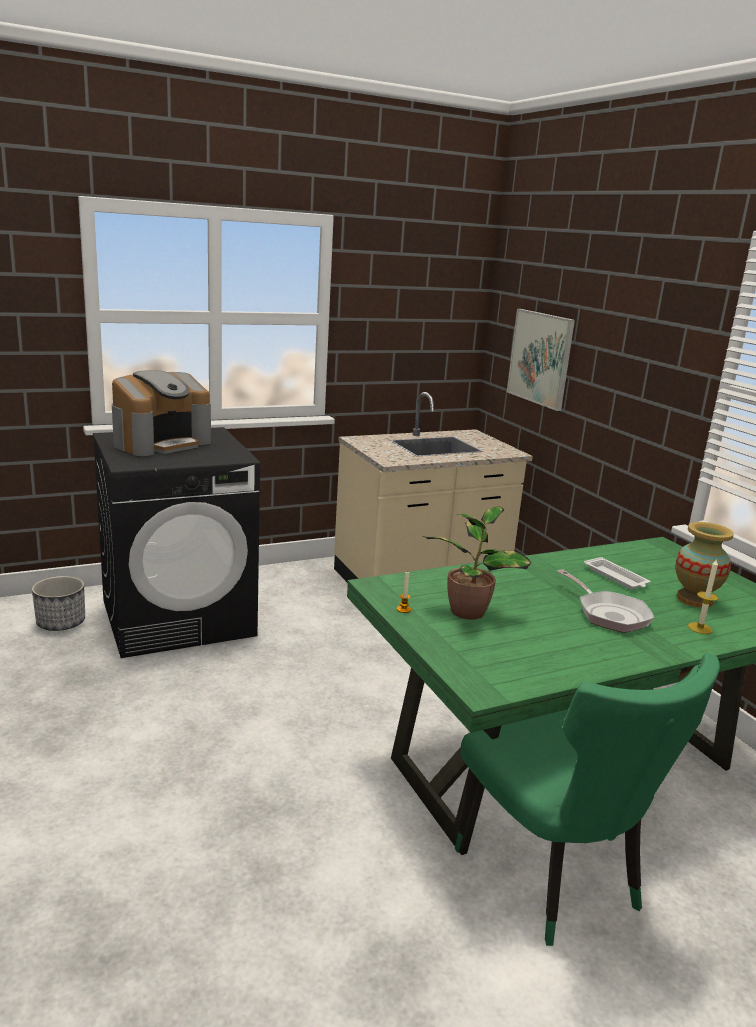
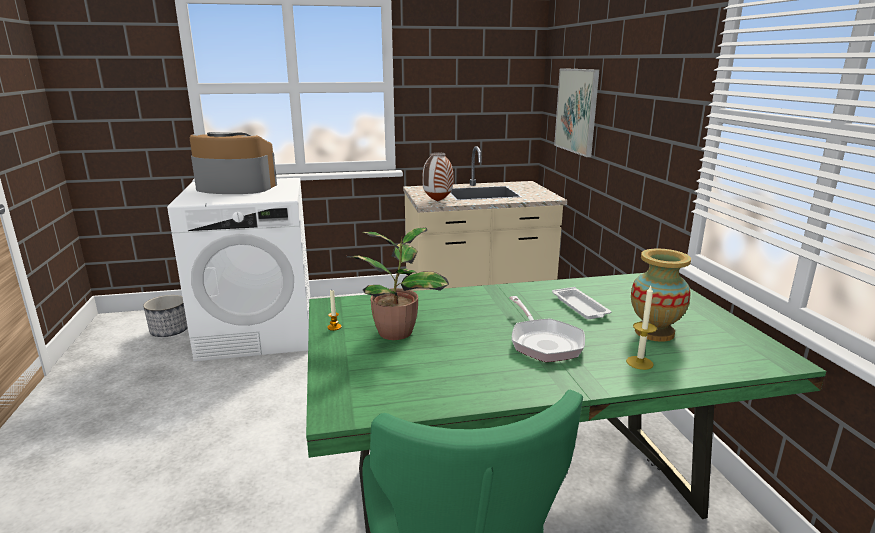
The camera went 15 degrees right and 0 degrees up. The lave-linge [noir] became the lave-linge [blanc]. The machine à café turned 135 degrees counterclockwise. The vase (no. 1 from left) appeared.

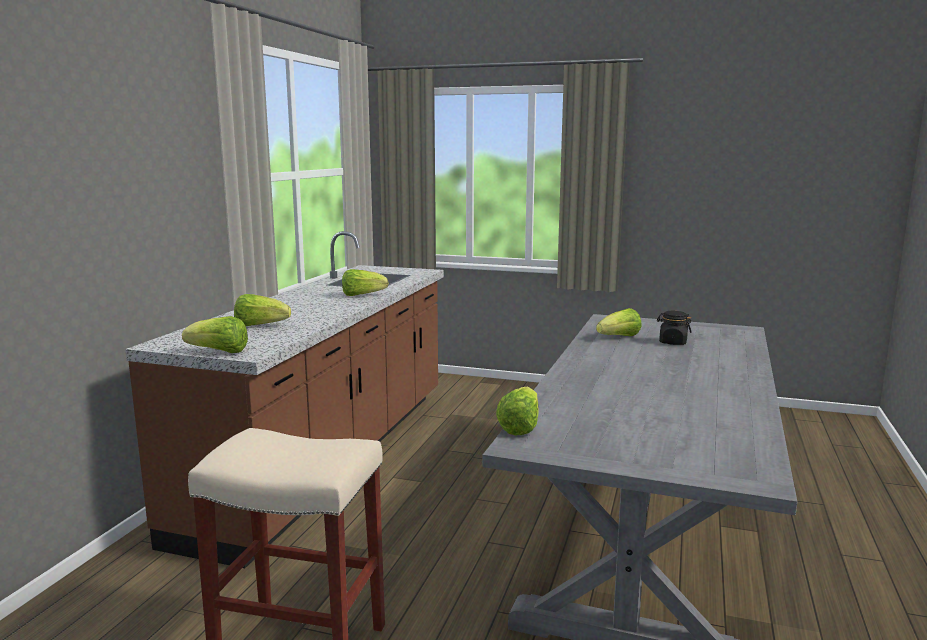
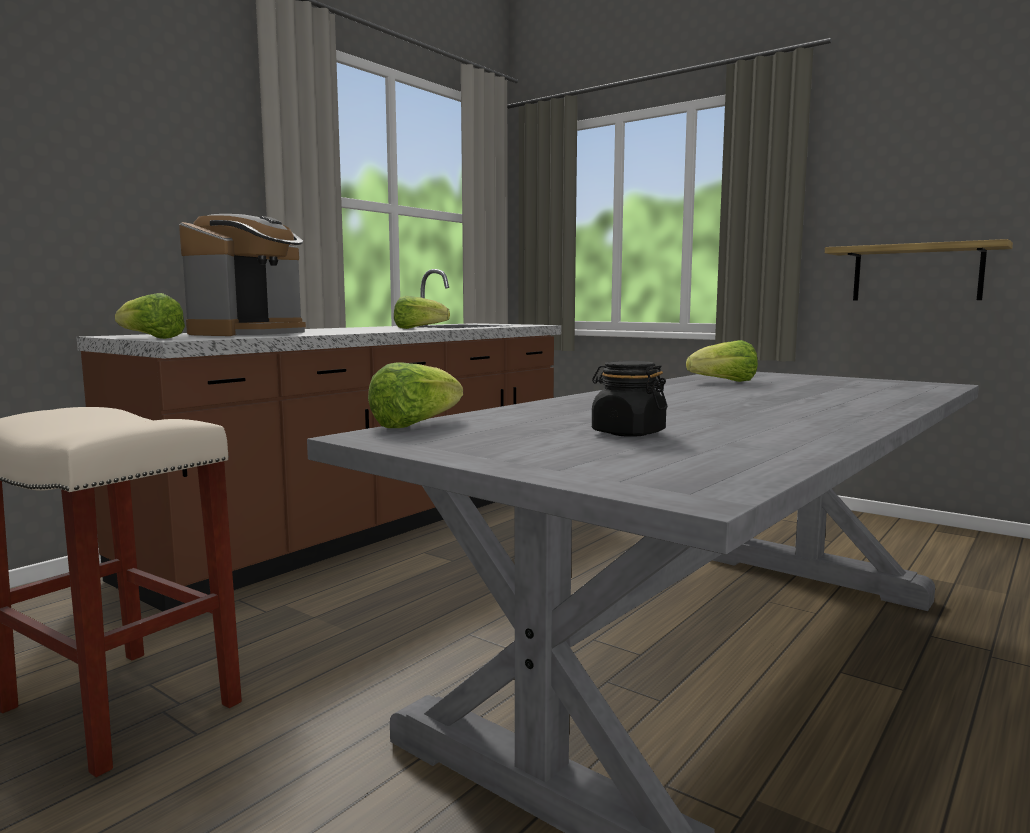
The camera went 20 degrees right and 5 degrees down. The laitue (no. 2 from left) was replaced by the machine à café. The bocal [noir] moved. The étagère appeared.

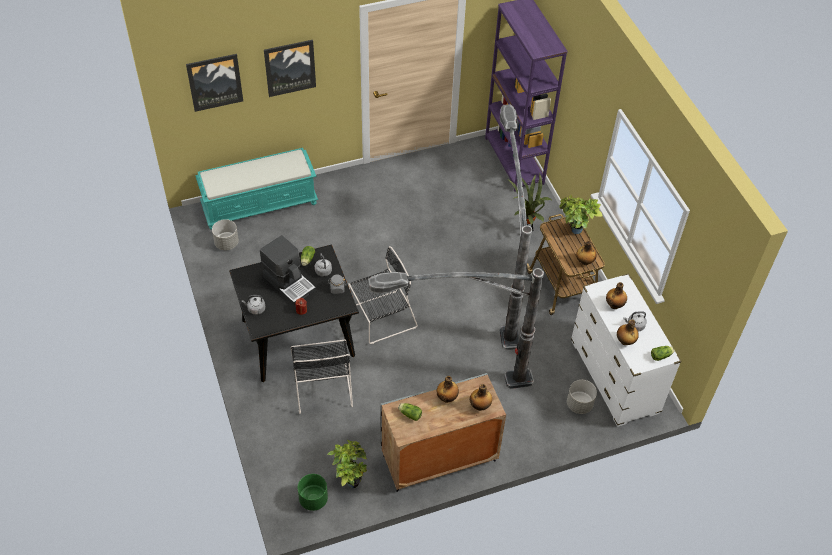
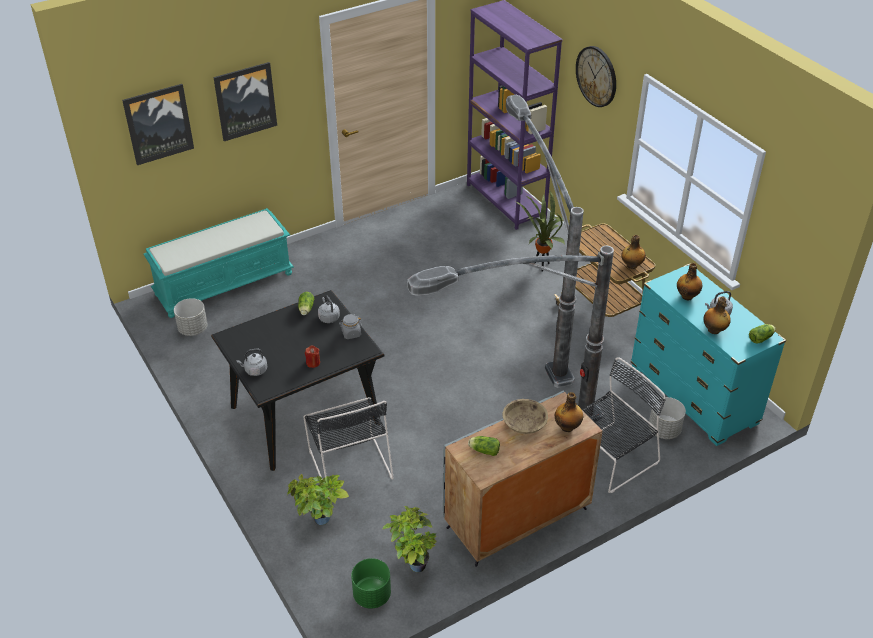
The camera went 10 degrees left and 10 degrees down. The plante en pot (no. 3 from left in the first image) moved. The bouteille (no. 1 from left) was replaced by the bol [beige]. The horloge murale appeared. The chaise [noir] (no. 2 from left) moved. The commode [blanc] became the commode [turquoise]. The machine à café disappeared.

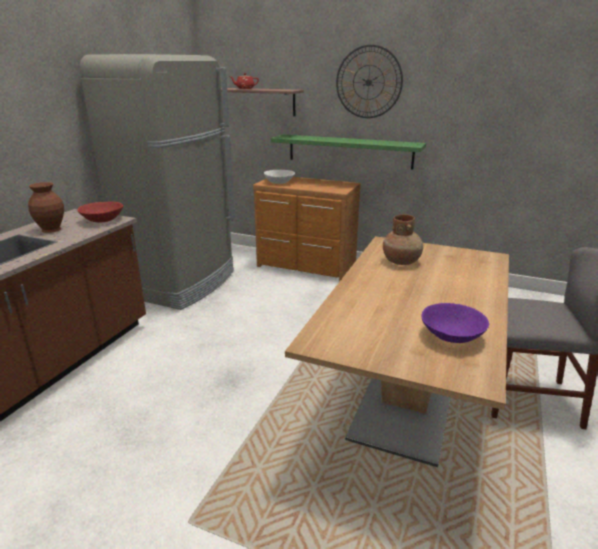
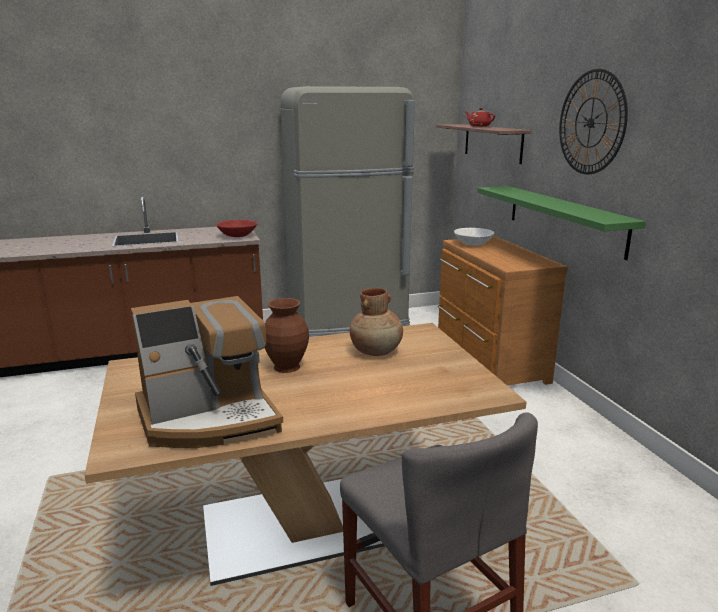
The camera went 50 degrees right and 5 degrees down. The bol [violet] was replaced by the machine à café. The vase [marron] (no. 1 from left) moved.

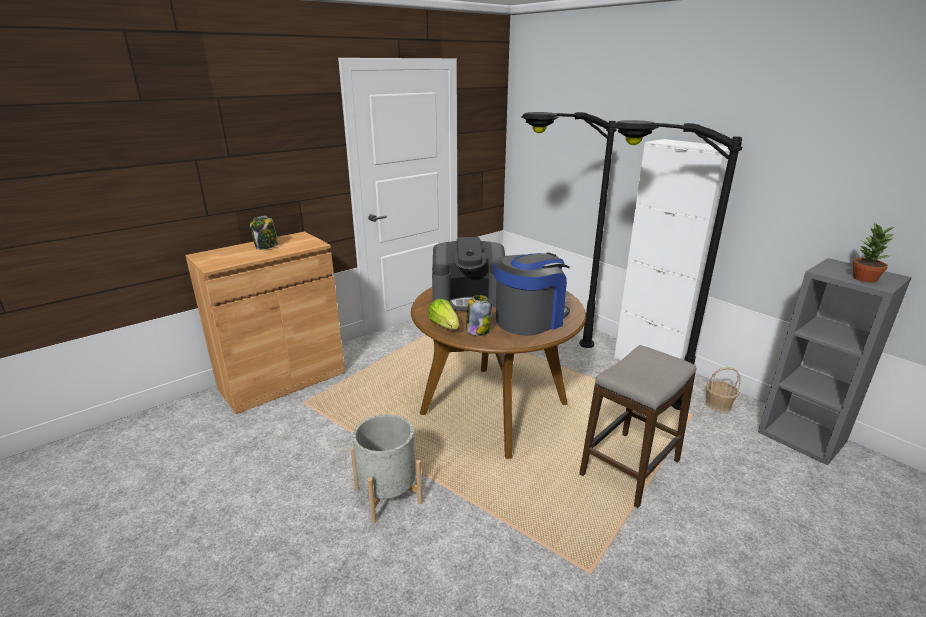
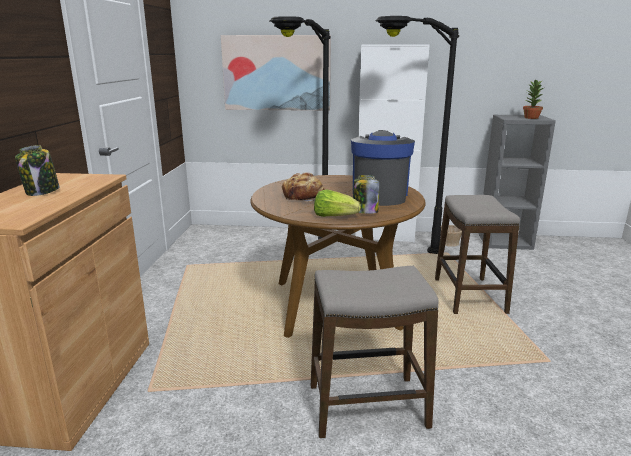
The camera went 45 degrees left and 5 degrees down. The tableau appeared. The machine à café (no. 1 from left) was replaced by the pain. The cache-pot [gris] was replaced by the tabouret (no. 1 from left).

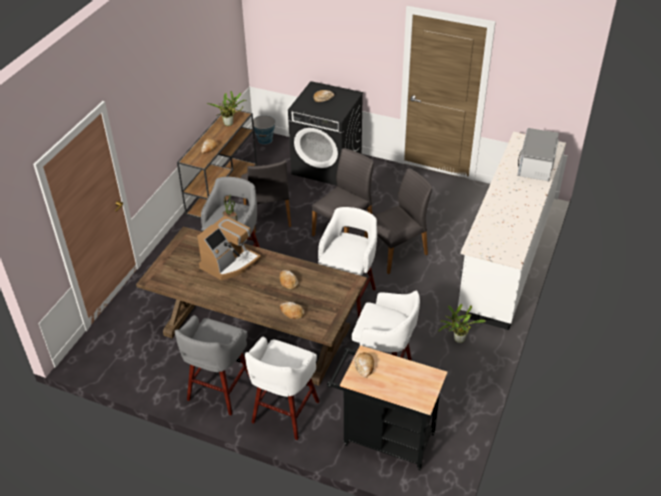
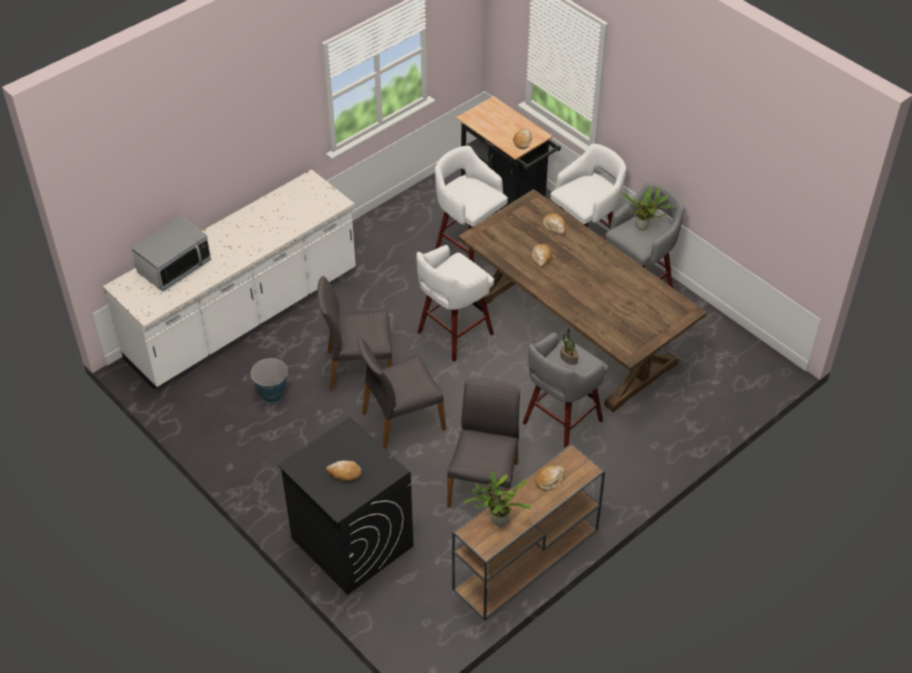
The camera went 155 degrees left and 5 degrees up. The seau moved. The plante en pot (no. 3 from left) moved. The machine à café disappeared.

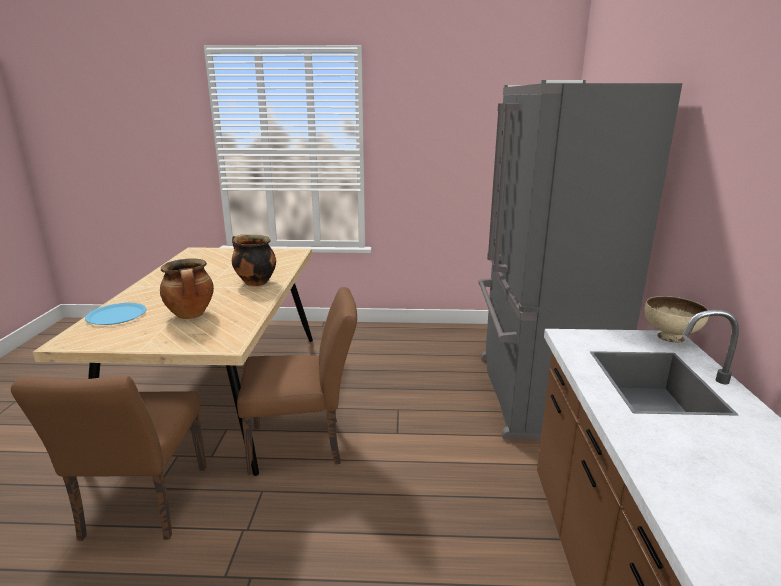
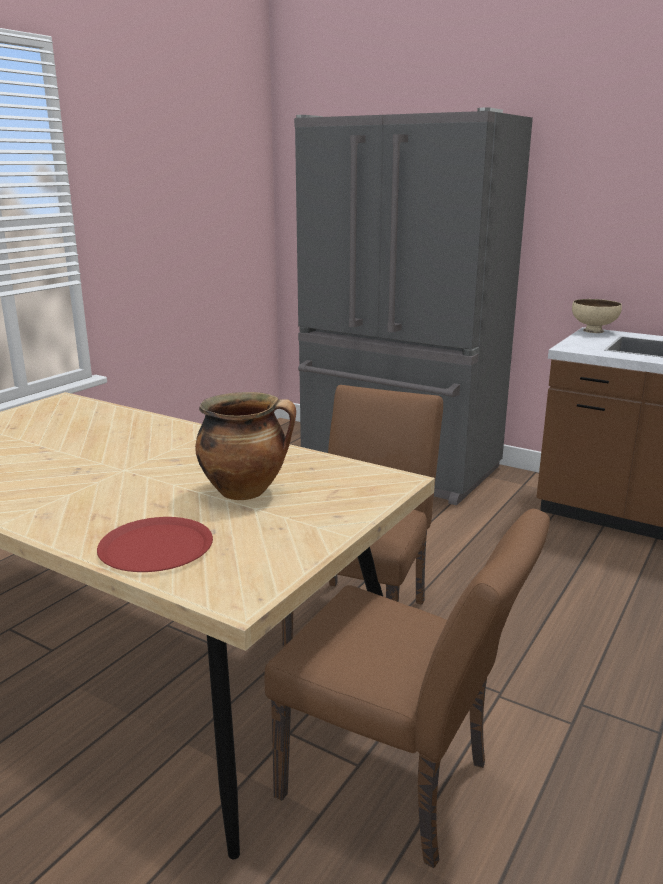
The camera went 60 degrees left and 0 degrees up. The assiette [bleu] became the assiette [rouge]. The marmite (no. 2 from left) disappeared.

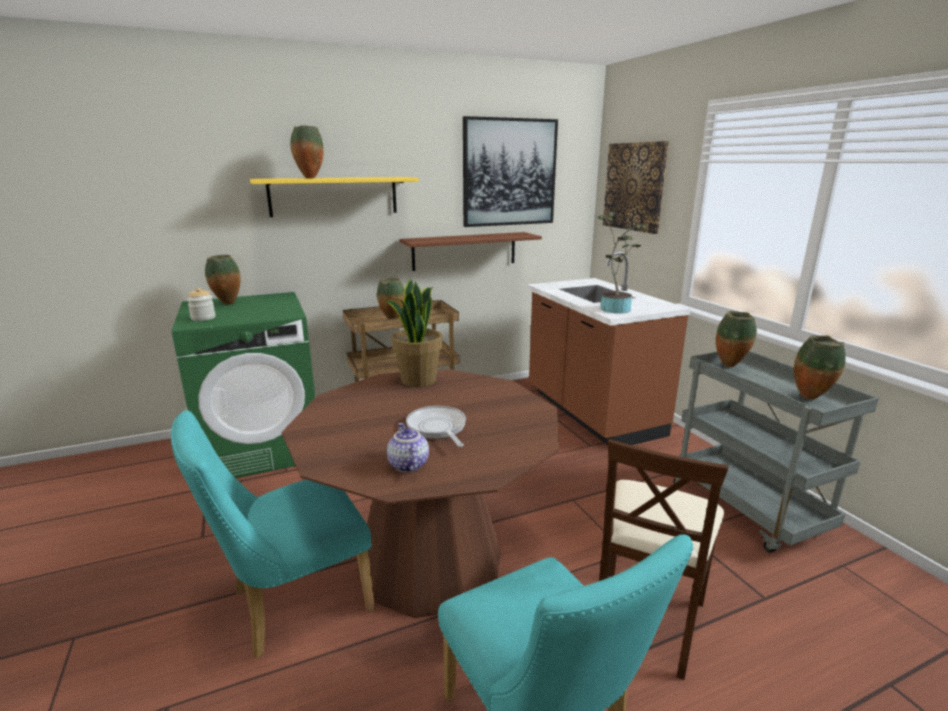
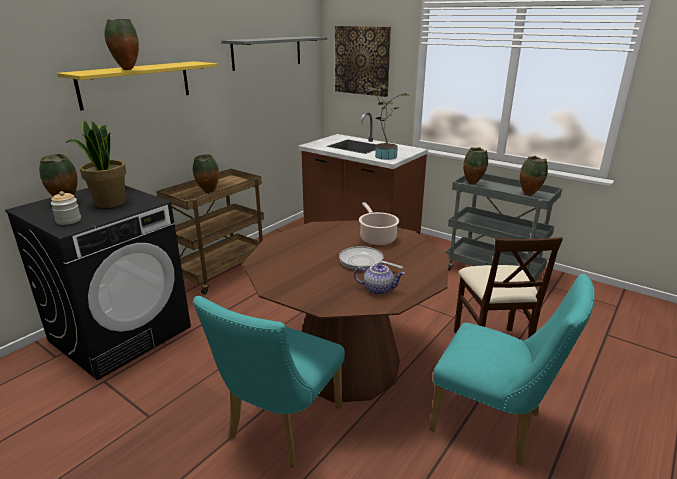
The camera went 30 degrees left and 5 degrees up. The lave-linge [vert] became the lave-linge [noir]. The plante en pot (no. 1 from left) moved. The tableau (no. 1 from left) was replaced by the étagère [gris]. The théière turned 150 degrees clockwise. The marmite appeared. The étagère [marron] disappeared.

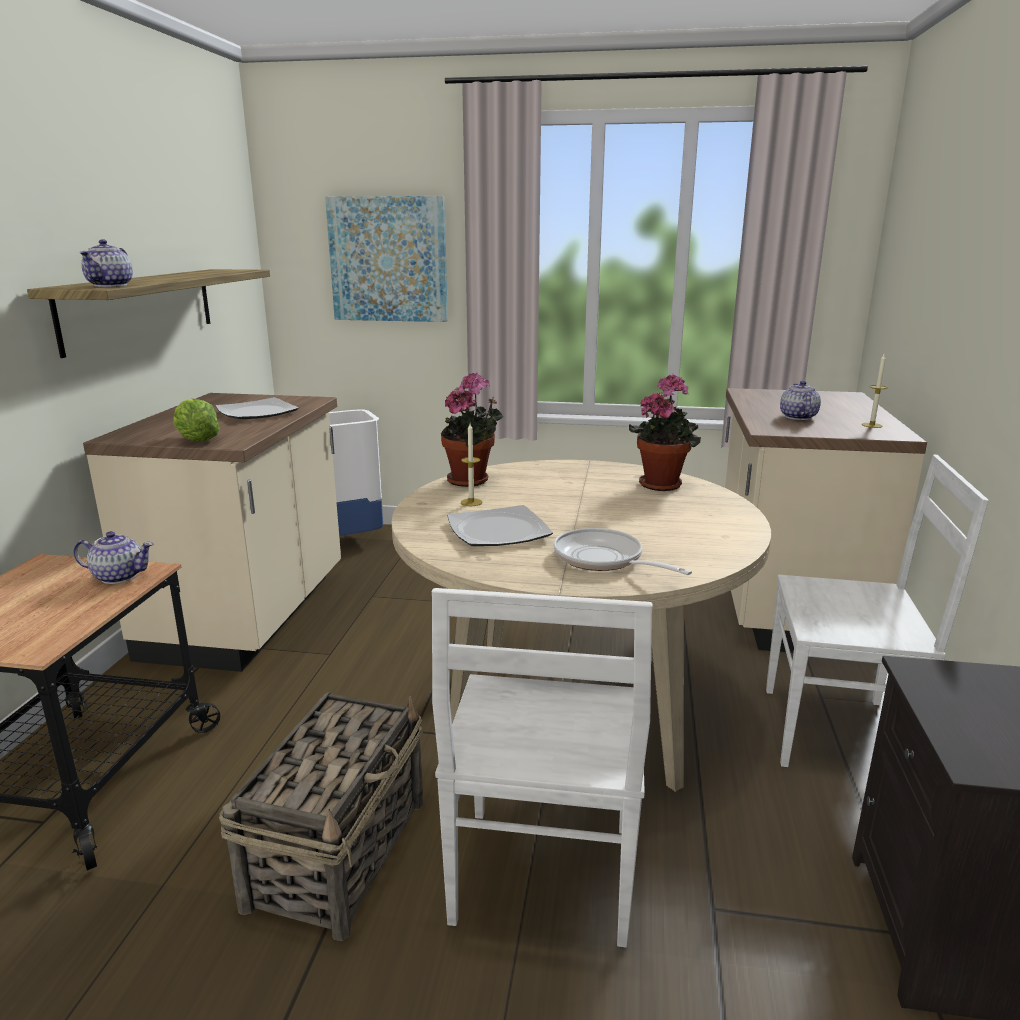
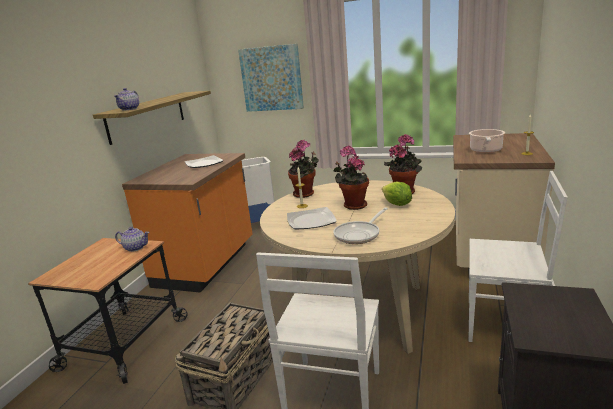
The camera went 10 degrees right and 0 degrees up. The comptoir de cuisine [beige] (no. 1 from left) became the comptoir de cuisine [orange]. The plante en pot (no. 2 from left) appeared. The poêle turned 105 degrees counterclockwise. The laitue moved. The théière (no. 3 from left) was replaced by the marmite.

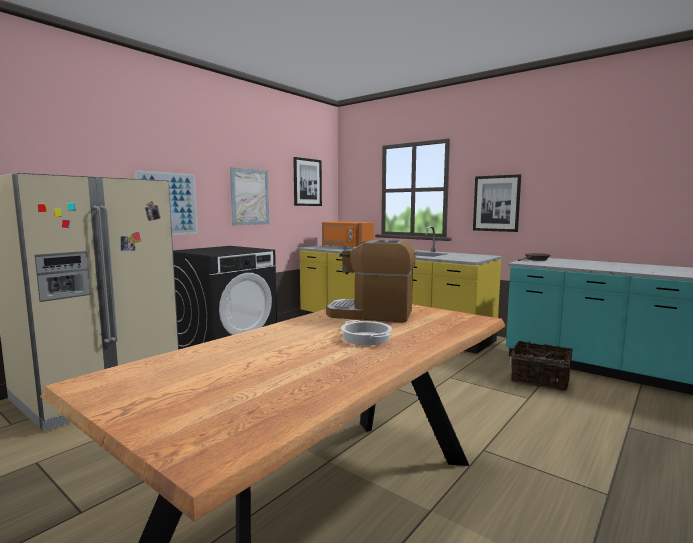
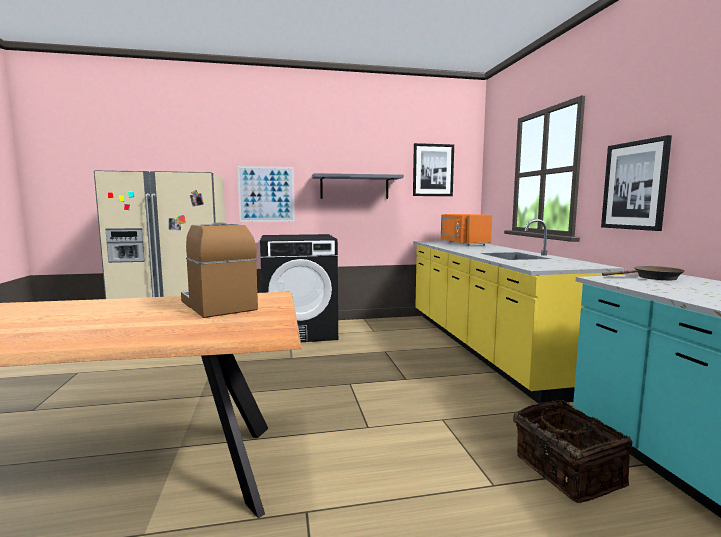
The camera went 40 degrees right and 0 degrees up. The tableau (no. 2 from left) was replaced by the étagère [gris]. The marmite disappeared.

